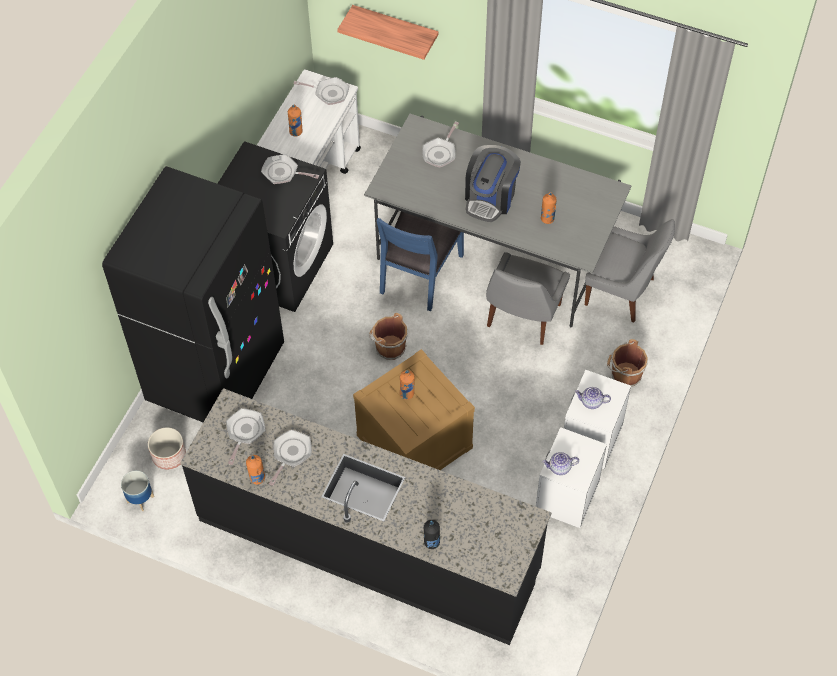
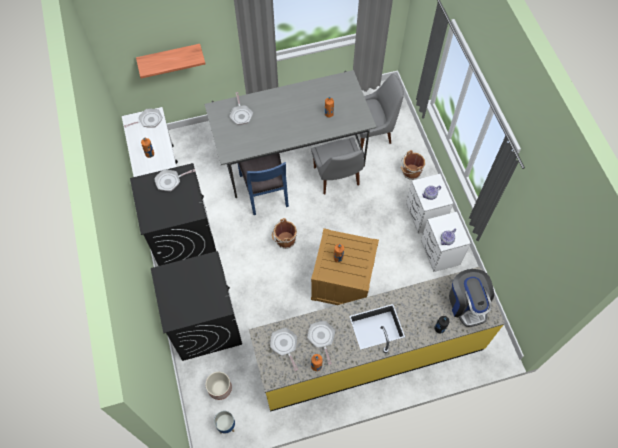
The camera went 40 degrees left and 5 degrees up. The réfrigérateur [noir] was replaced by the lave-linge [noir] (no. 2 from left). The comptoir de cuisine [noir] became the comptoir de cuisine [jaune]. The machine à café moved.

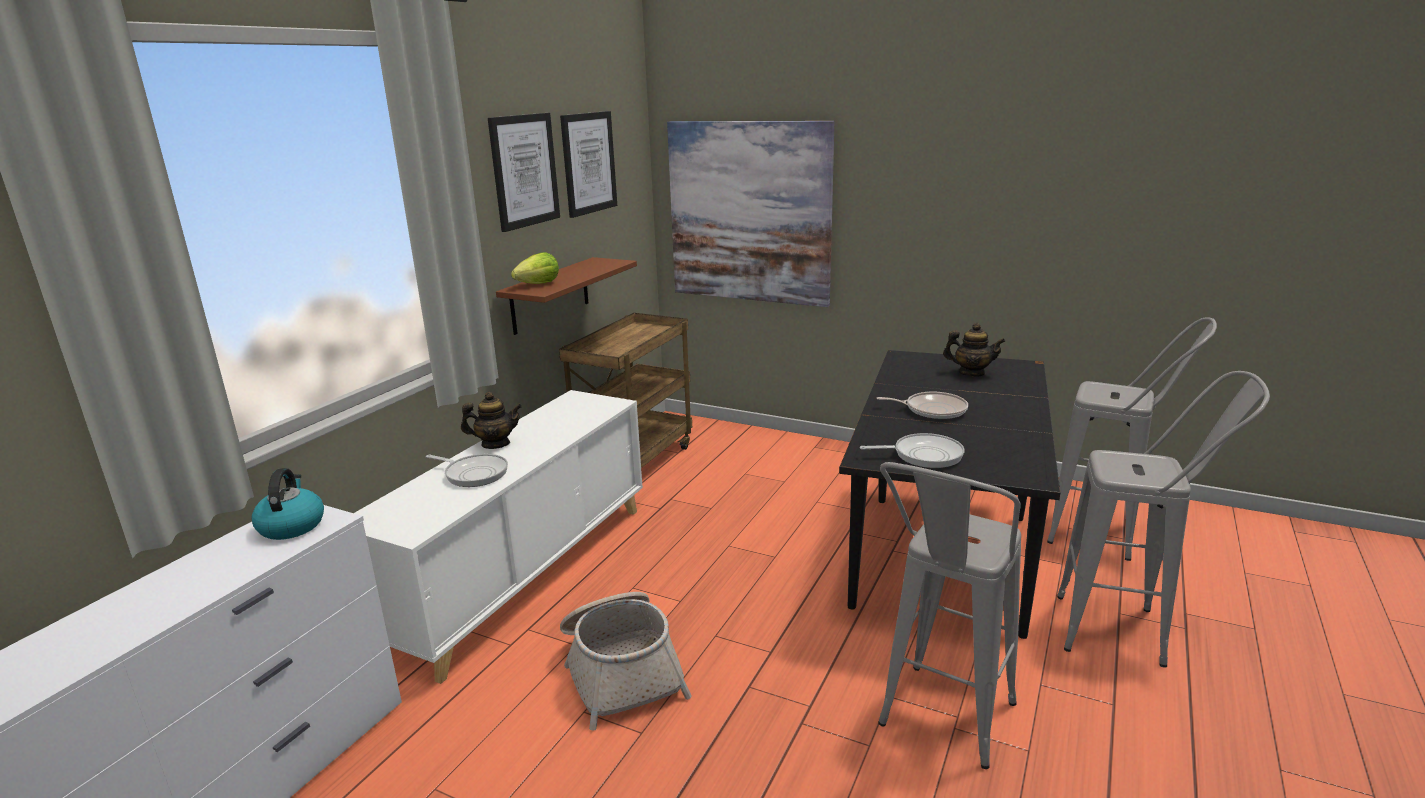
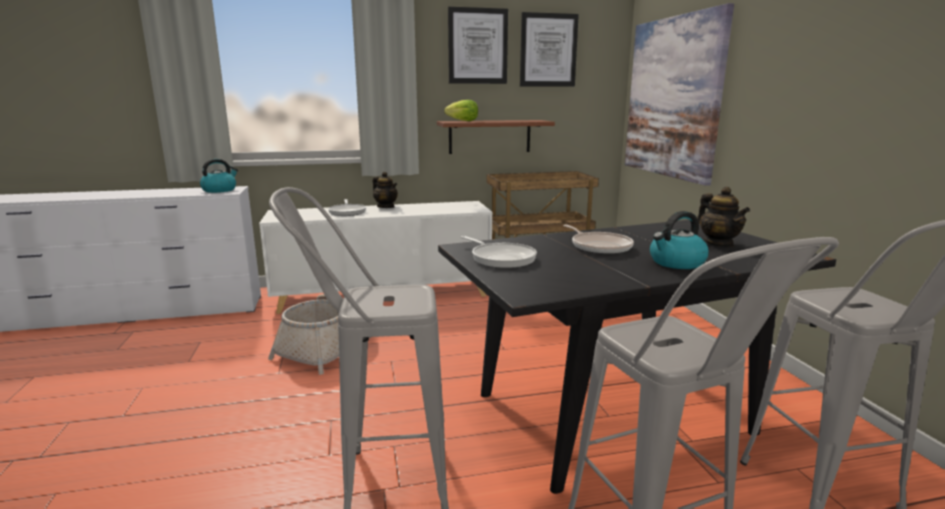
The camera went 50 degrees right and 5 degrees down. The bouilloire (no. 2 from left) appeared.

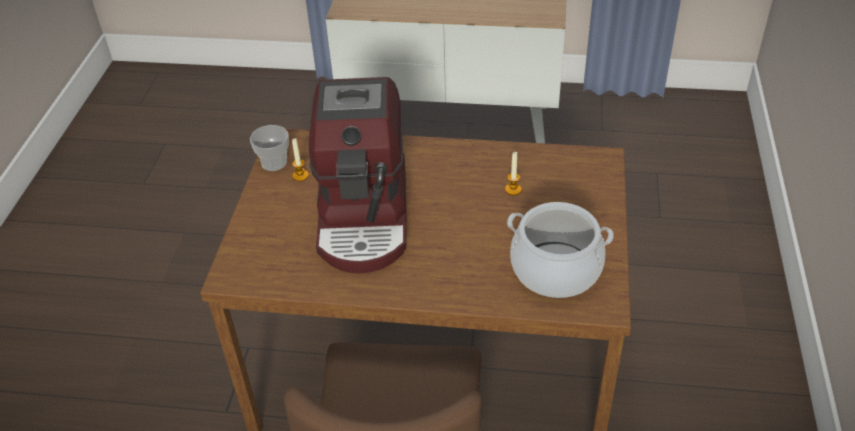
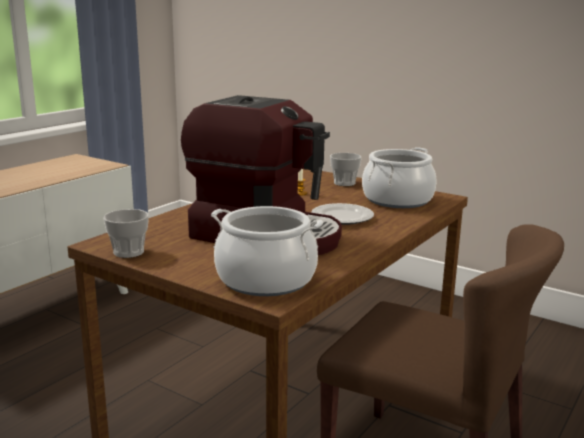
The camera went 65 degrees left and 25 degrees down. The marmite (no. 1 from left) appeared. The assiette appeared. The tasse (no. 2 from left) appeared. The bougie (no. 1 from left) disappeared.

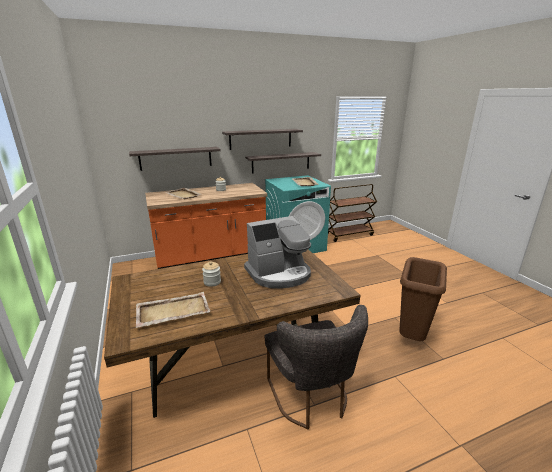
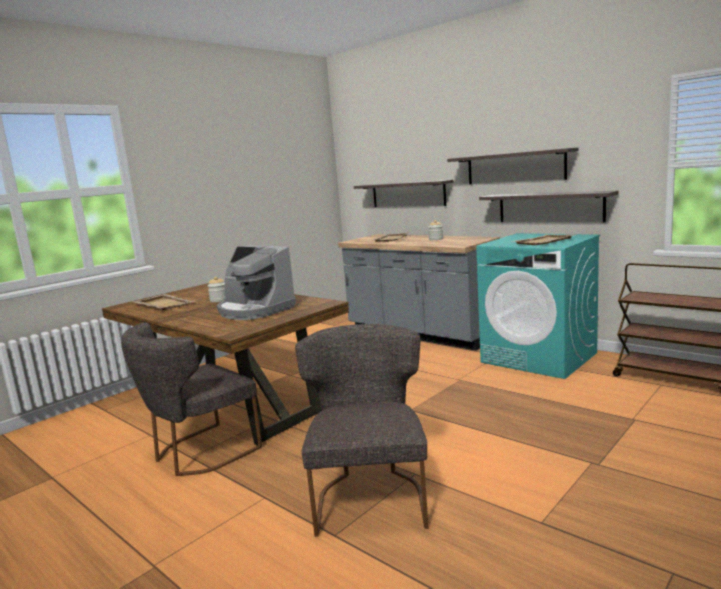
The camera went 65 degrees right and 10 degrees down. The poubelle [marron] was replaced by the chaise [gris] (no. 2 from left). The comptoir de cuisine [orange] became the comptoir de cuisine [gris].

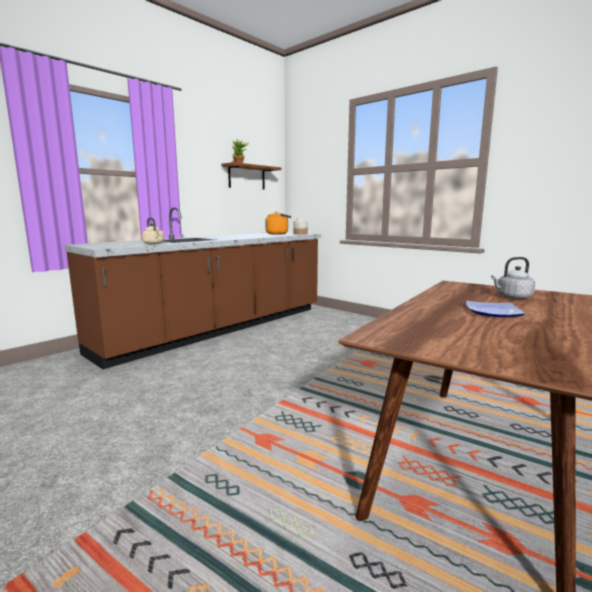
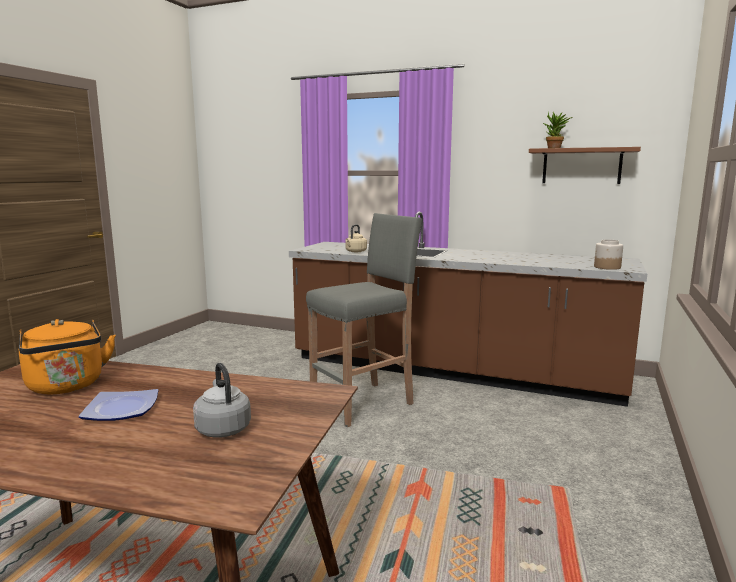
The camera went 70 degrees right and 0 degrees up. The bouilloire [orange] moved. The tabouret [gris] appeared.

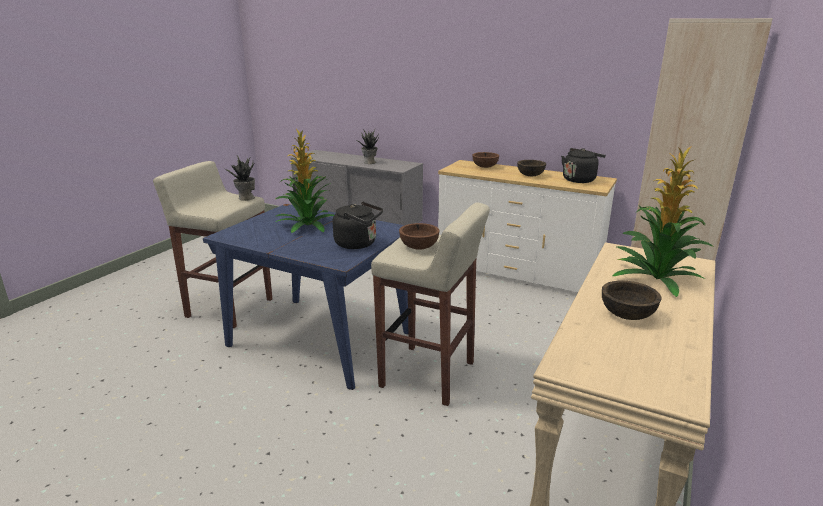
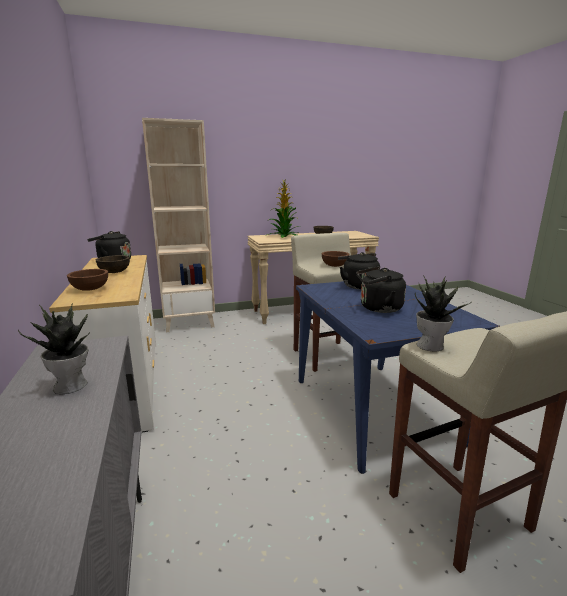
The camera went 135 degrees left and 5 degrees down. The plante en pot (no. 2 from left) was replaced by the bouilloire [noir] (no. 3 from left).

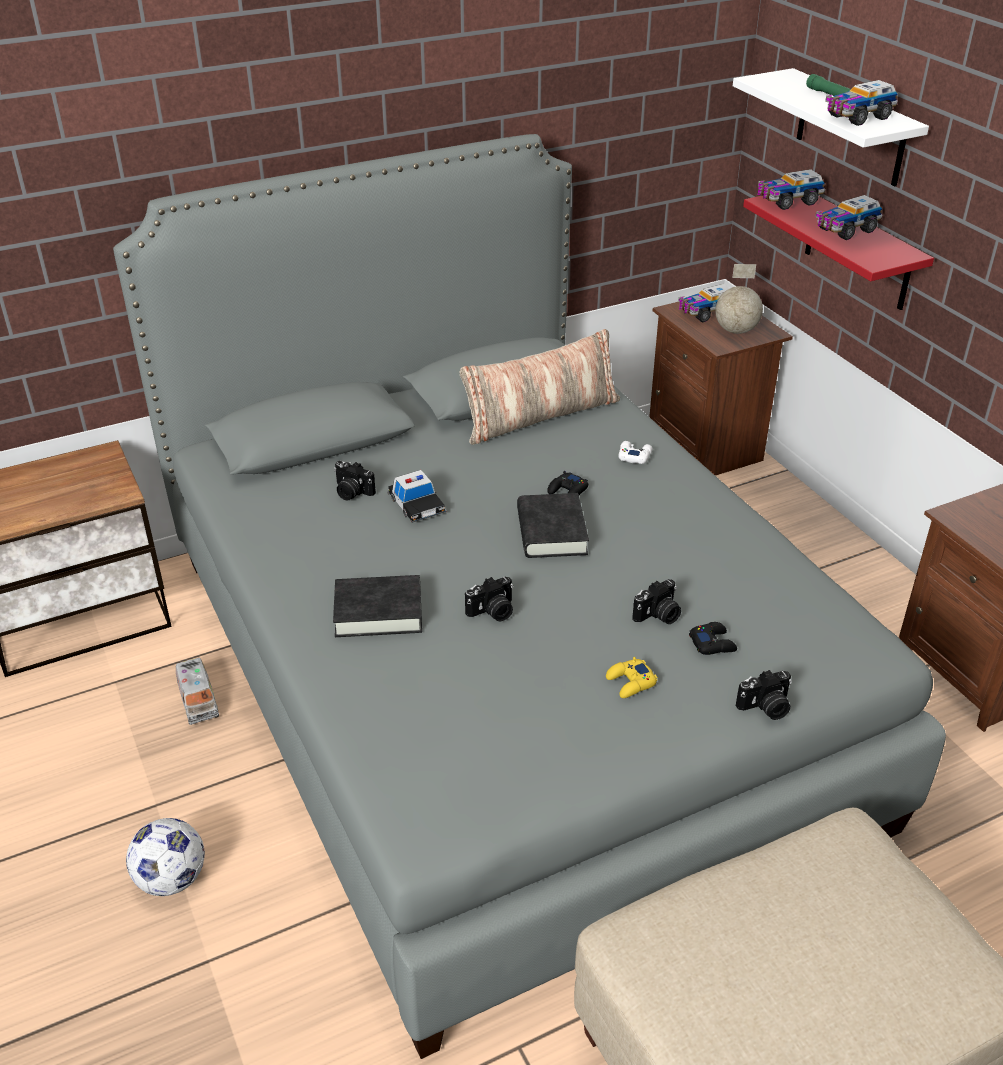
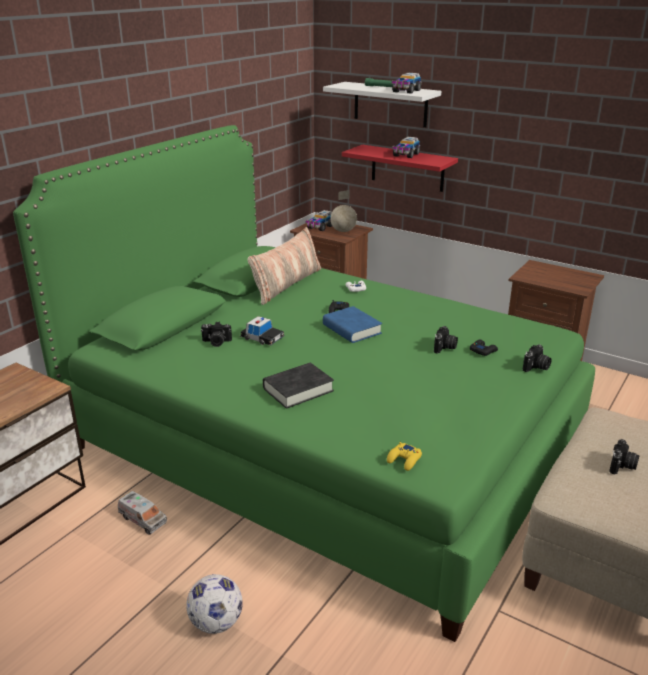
The camera went 30 degrees left and 10 degrees down. The lit [gris] became the lit [vert]. The livre [noir] (no. 2 from left) became the livre [bleu]. The manette [jaune] moved. The appareil photo (no. 2 from left in the first image) moved. The camion jouet (no. 3 from left) disappeared.

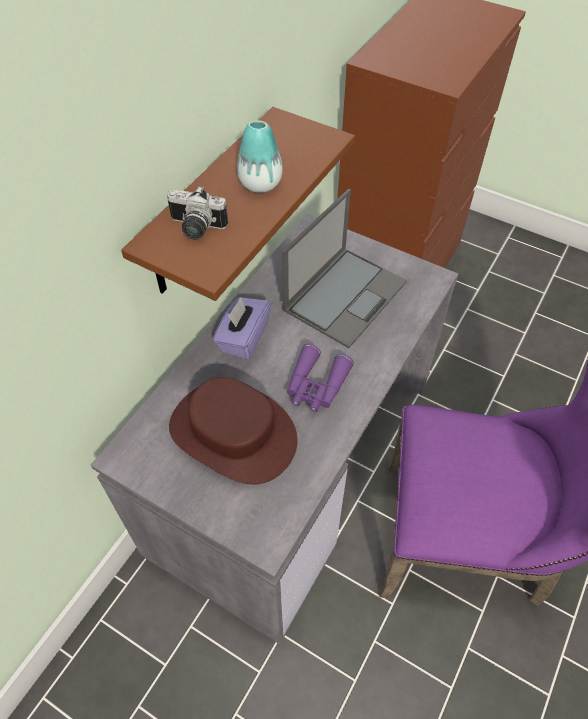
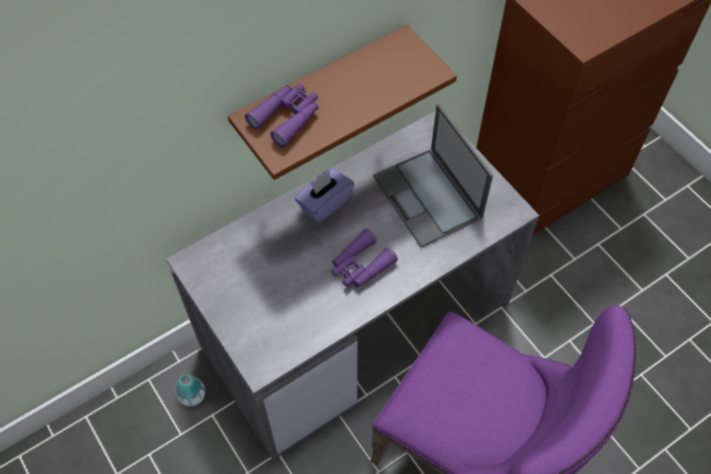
The camera went 25 degrees right and 5 degrees up. The vase moved. The appareil photo was replaced by the jumelles [violet] (no. 1 from left). The ordinateur portable turned 90 degrees clockwise. The chapeau [marron] disappeared.

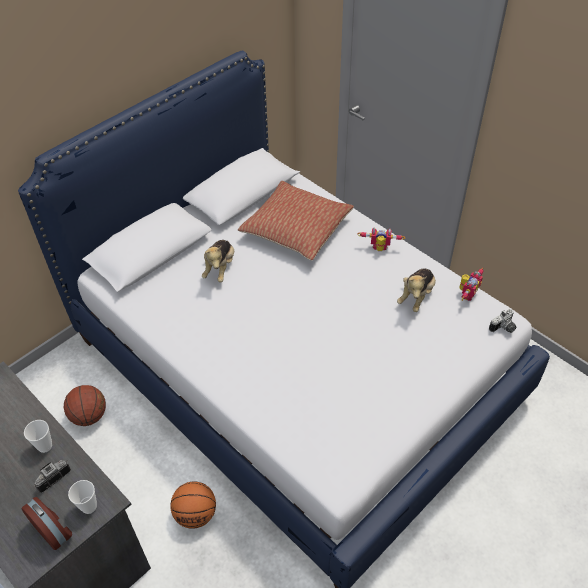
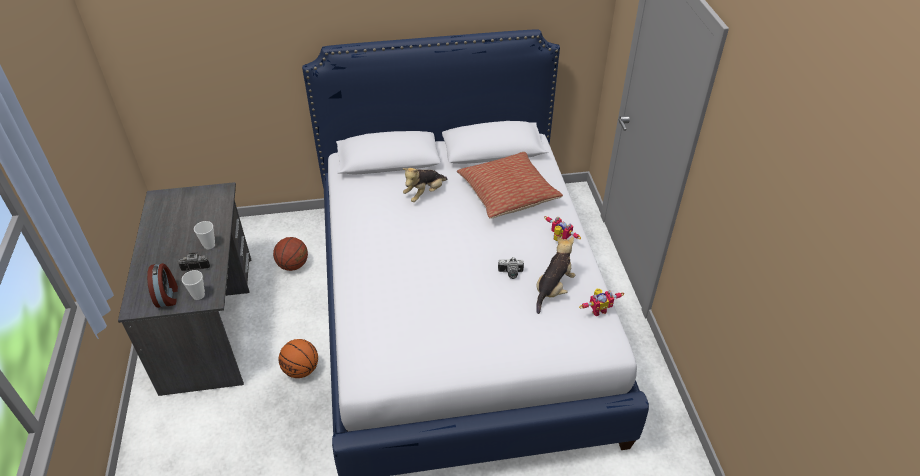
The camera went 35 degrees right and 5 degrees down. The appareil photo (no. 2 from left) moved. The peluche (no. 2 from left) turned 150 degrees clockwise.

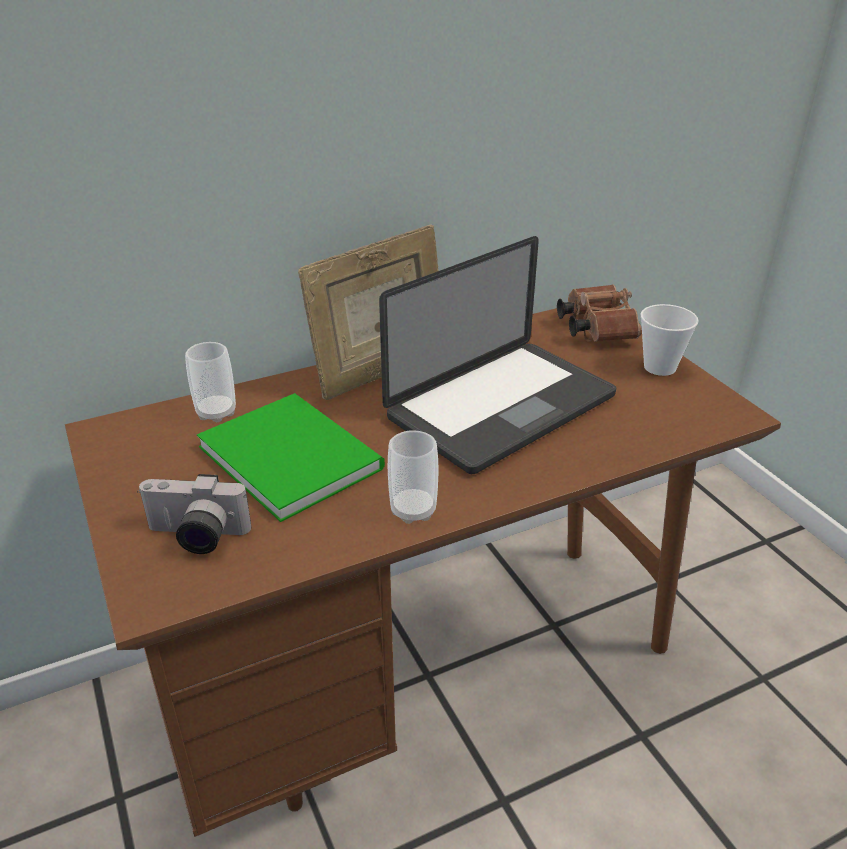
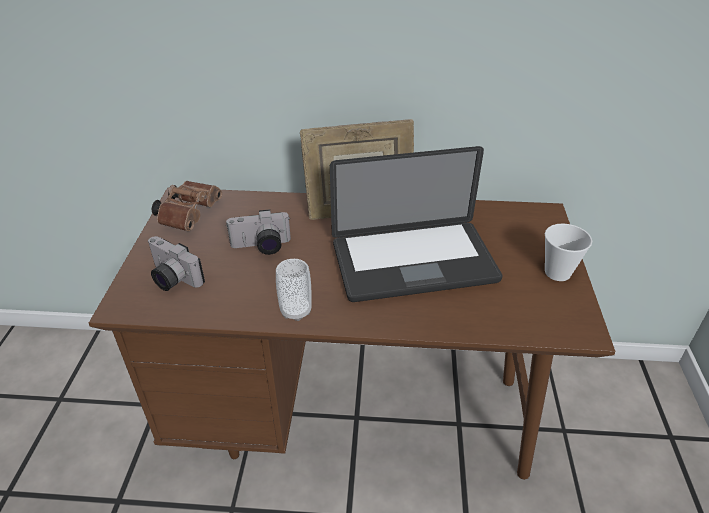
The camera went 30 degrees right and 5 degrees up. The jumelles [marron] moved. The livre [vert] was replaced by the appareil photo (no. 2 from left). The tasse (no. 1 from left) disappeared.

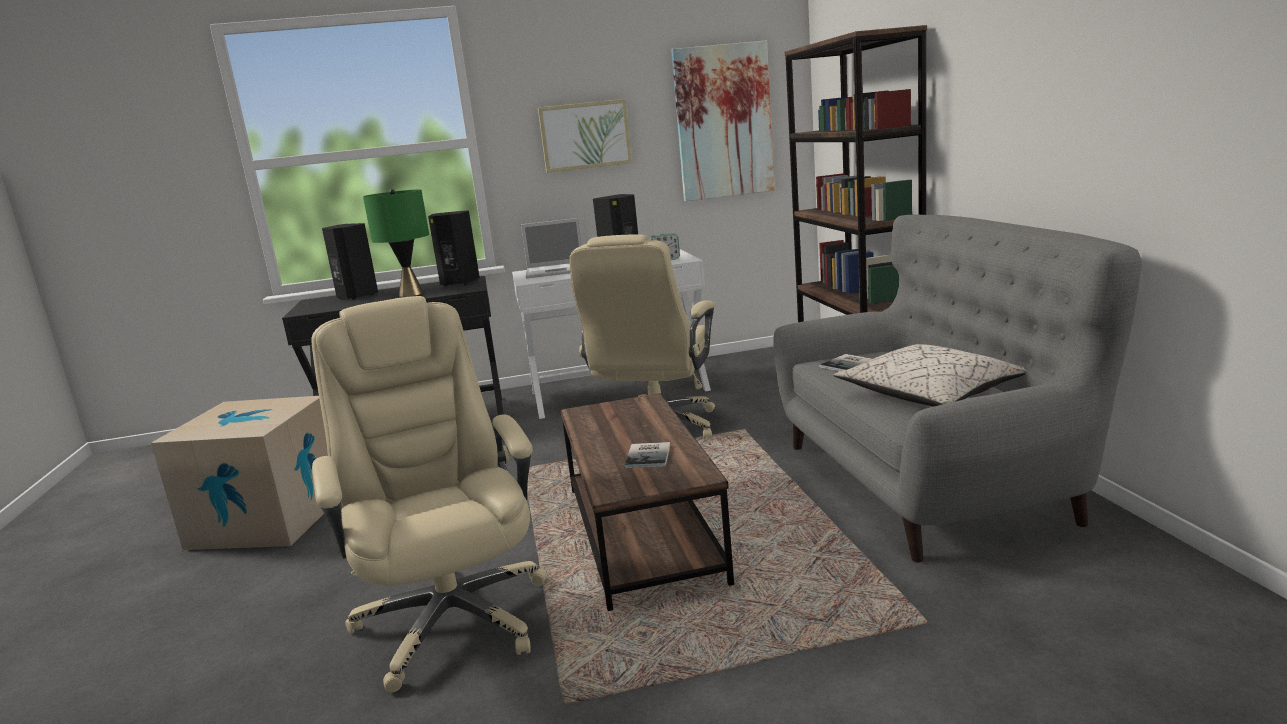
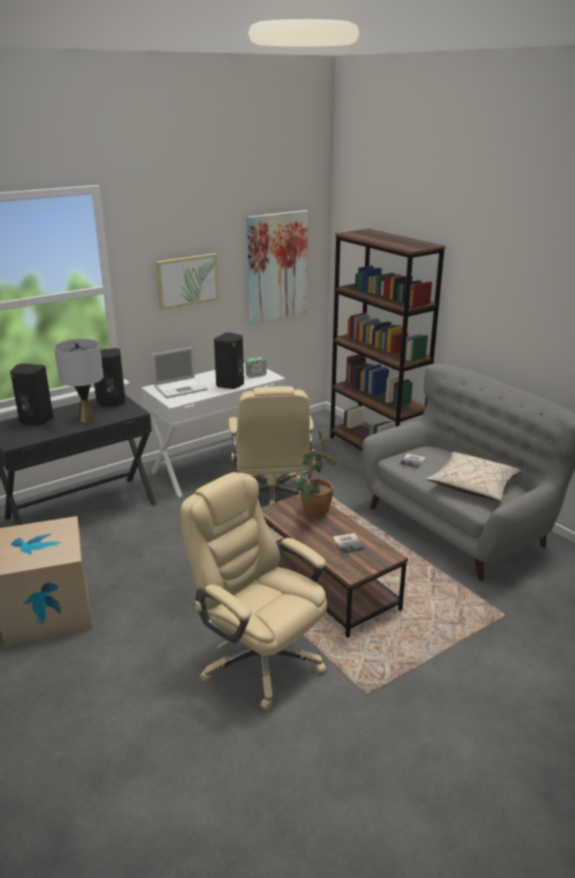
The camera went 25 degrees left and 10 degrees up. The lampe de table [vert] became the lampe de table [gris]. The plante en pot appeared.

